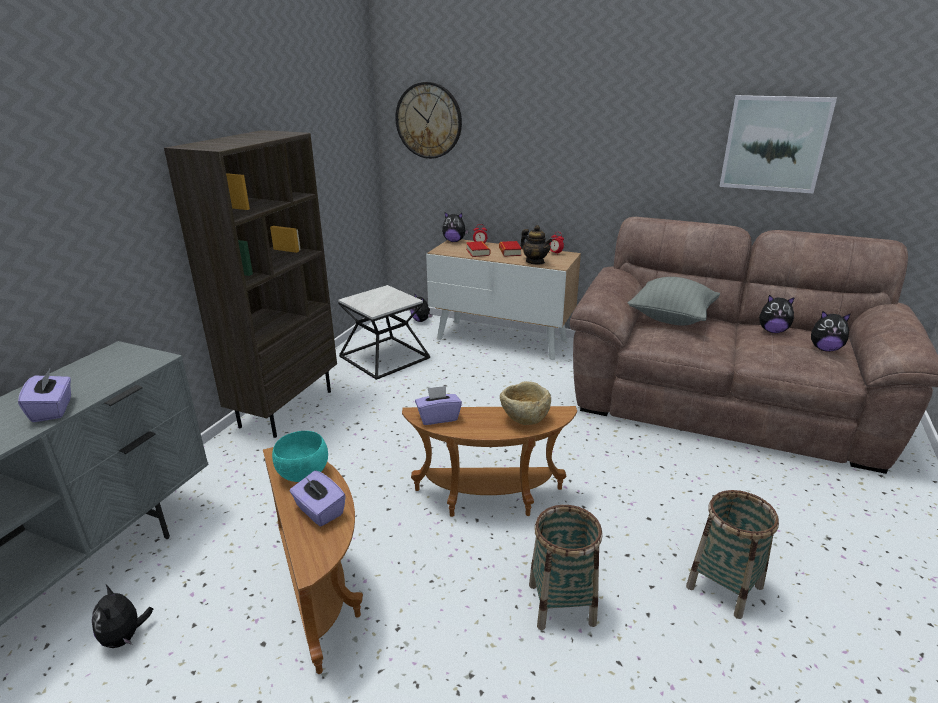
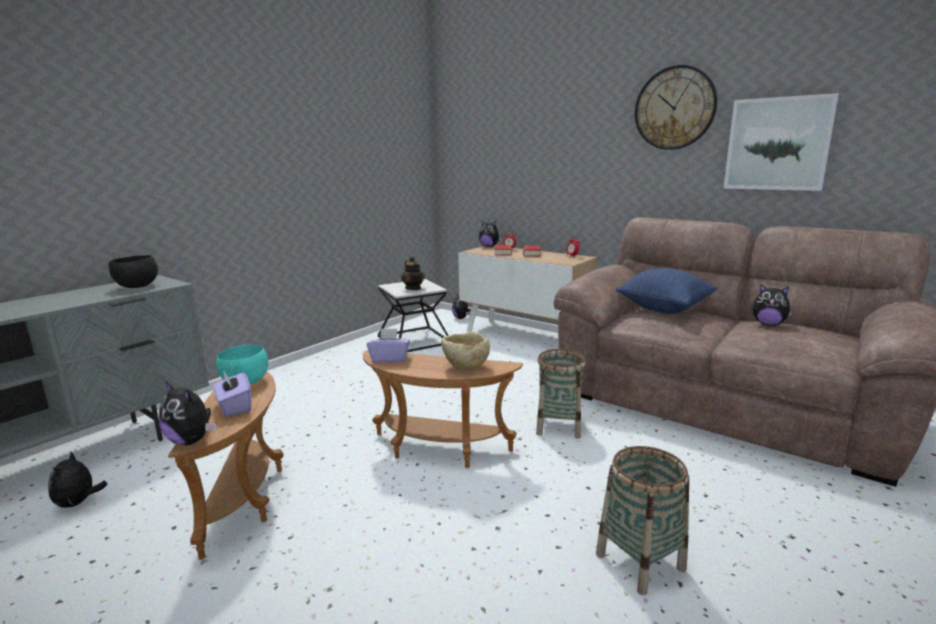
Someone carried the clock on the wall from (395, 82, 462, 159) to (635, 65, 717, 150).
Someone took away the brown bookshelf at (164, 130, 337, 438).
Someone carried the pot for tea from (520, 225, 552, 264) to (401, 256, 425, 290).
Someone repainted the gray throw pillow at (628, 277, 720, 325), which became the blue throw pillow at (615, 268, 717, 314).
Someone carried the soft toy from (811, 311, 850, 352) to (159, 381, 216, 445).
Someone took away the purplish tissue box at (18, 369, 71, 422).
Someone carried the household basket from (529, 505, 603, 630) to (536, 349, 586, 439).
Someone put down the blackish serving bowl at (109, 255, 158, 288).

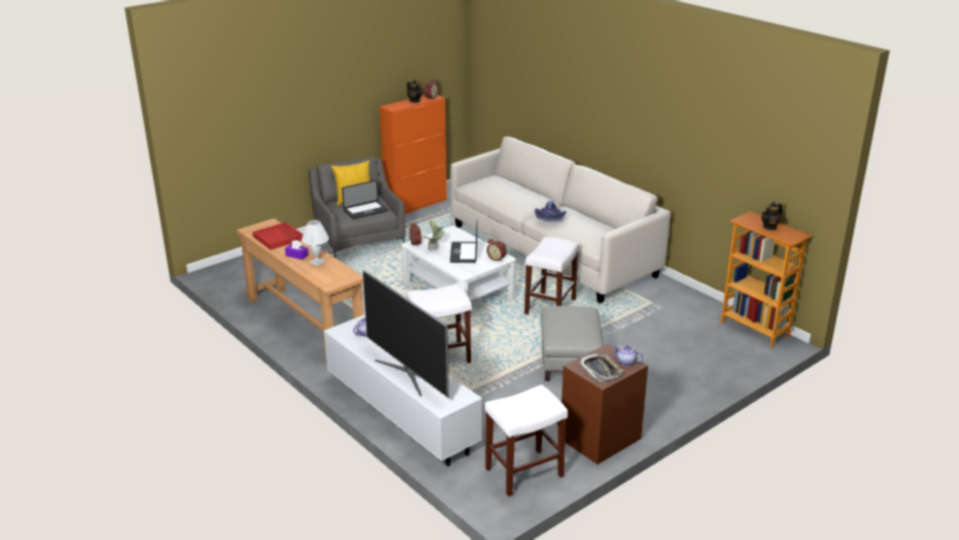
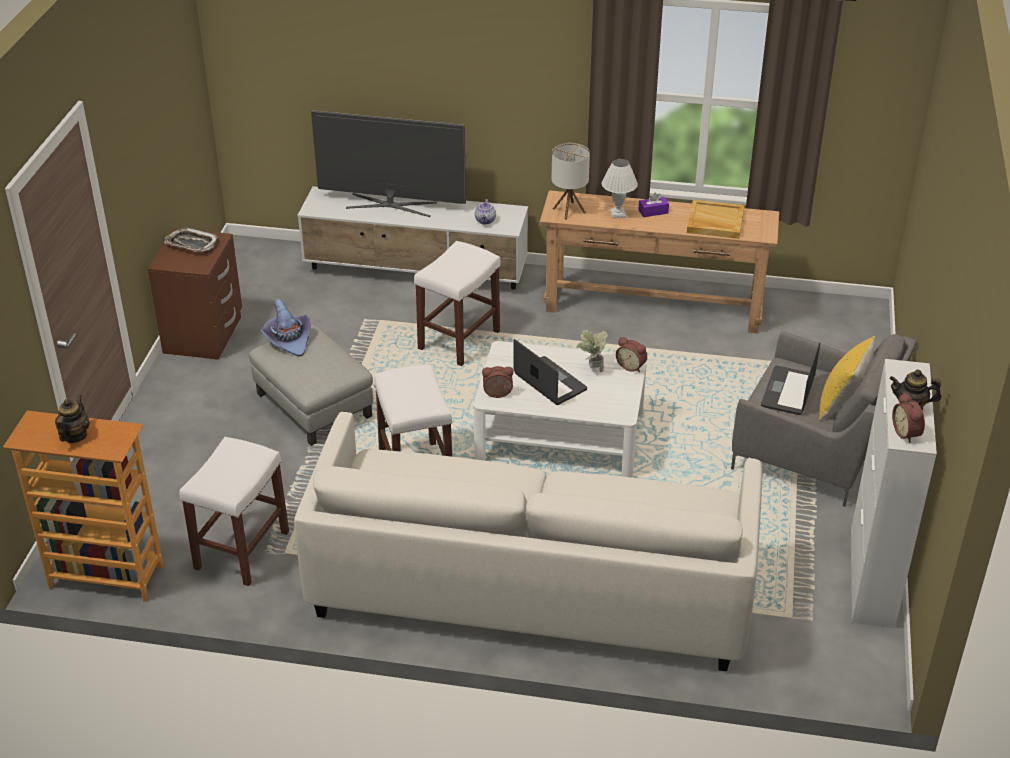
Someone repainted the orange-coloured storage cabinet at (379, 95, 447, 214), which became the whitish storage cabinet at (851, 359, 937, 628).
Someone carried the purplish wearable hat from (534, 200, 566, 221) to (260, 299, 311, 356).
Someone repainted the reddish serving tray at (253, 222, 303, 250), which became the beige-coloured serving tray at (687, 200, 745, 239).
Someone took away the pot for tea at (612, 345, 643, 366).
Someone carried the whitish stool seat from (485, 384, 568, 496) to (179, 437, 289, 586).
Someone put down the table lamp at (551, 143, 590, 220).

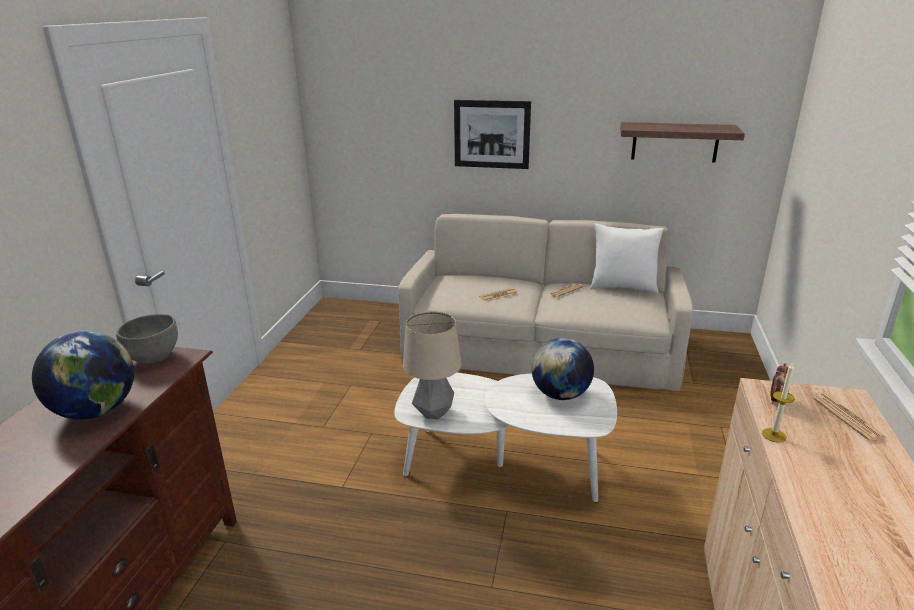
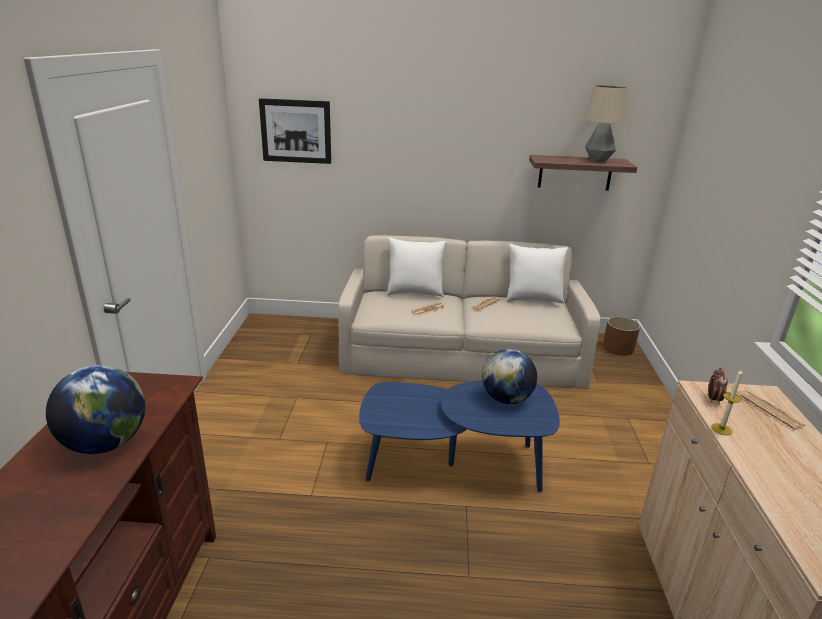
Someone carried the wall picture from (454, 100, 531, 169) to (259, 98, 331, 164).
Someone carried the table lamp from (403, 311, 461, 419) to (585, 85, 628, 162).
Someone took away the gray serving bowl at (116, 314, 178, 364).
Someone repainted the whitish coffee table at (394, 373, 617, 502), which became the blue coffee table at (359, 380, 560, 492).
Someone put down the whitish throw pillow at (386, 238, 447, 298).
Someone put down the brown plant pot at (603, 317, 640, 356).

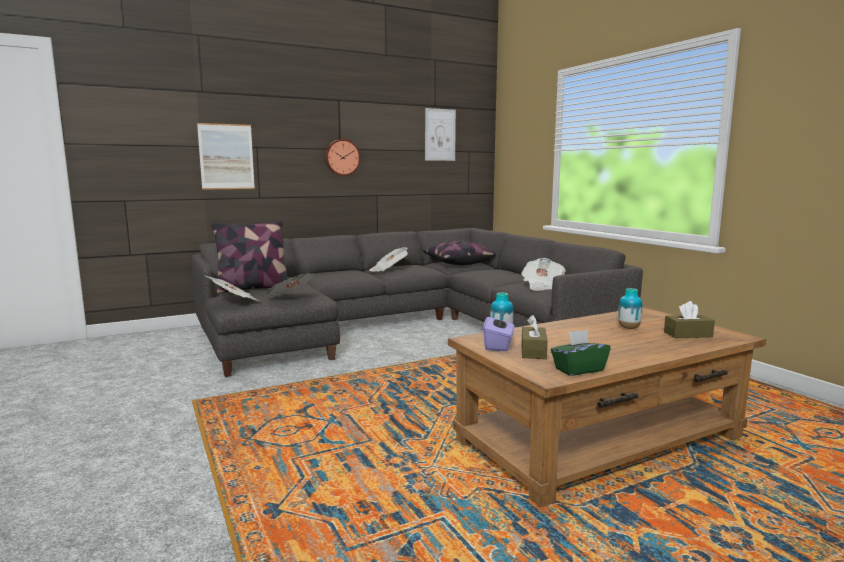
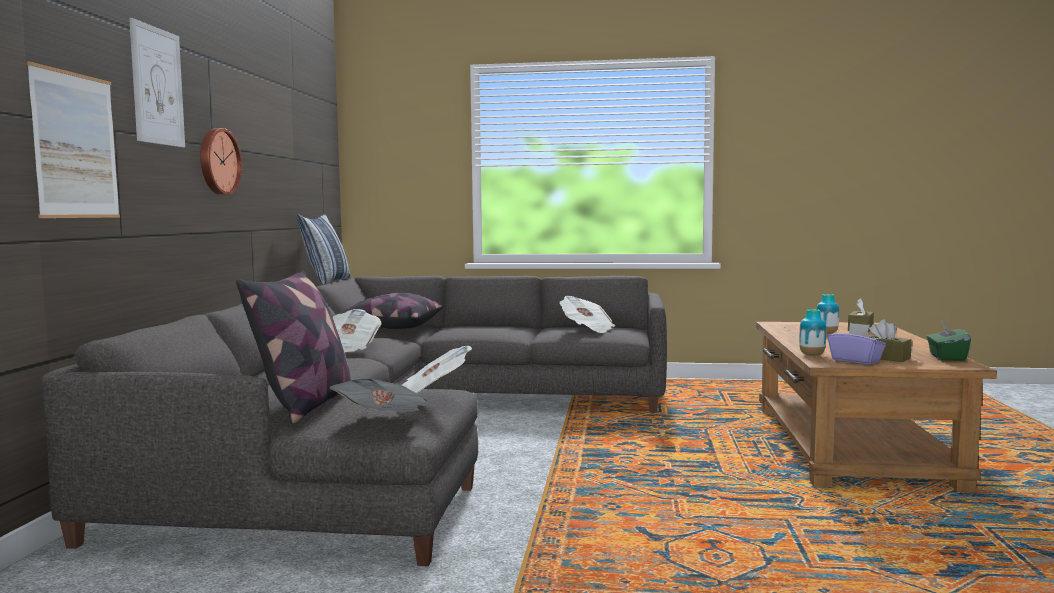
Someone carried the wall picture from (425, 108, 456, 161) to (129, 18, 185, 147).
Someone put down the throw pillow at (296, 214, 350, 285).

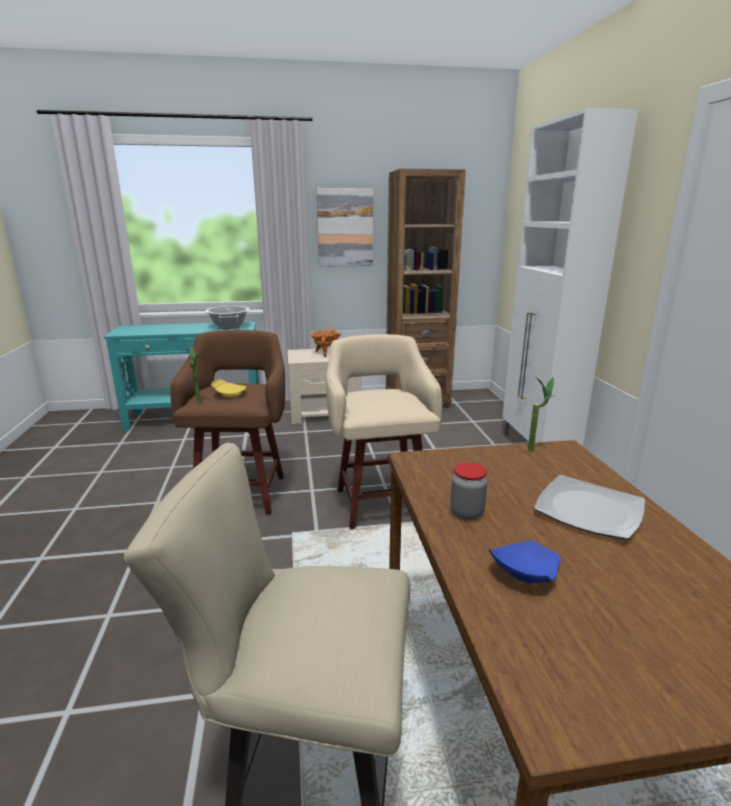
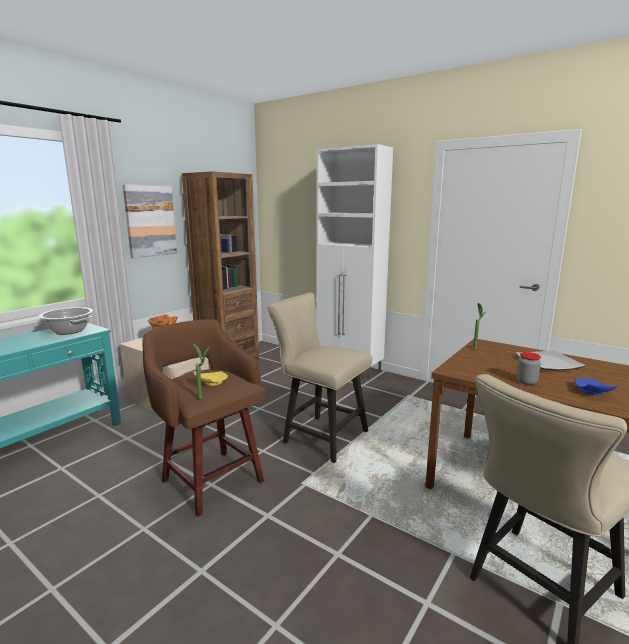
Someone swapped the beige-coloured stool seat at (326, 334, 442, 529) for the beige-coloured plain chair at (267, 292, 372, 463).

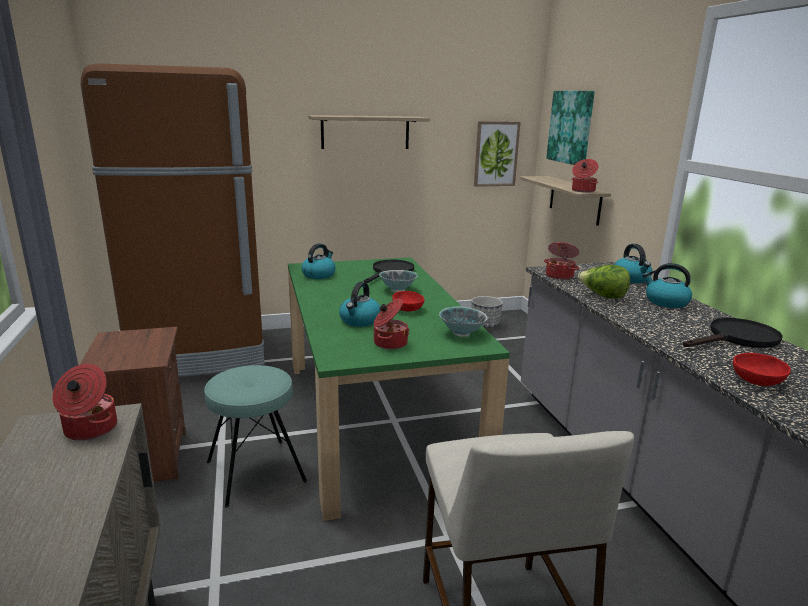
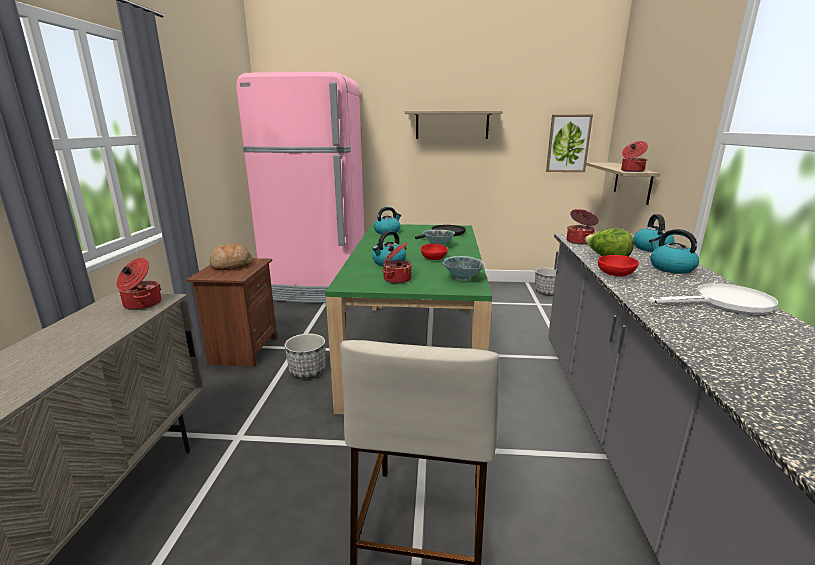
Someone repainted the brown fridge at (81, 64, 265, 377), which became the pink-coloured fridge at (236, 72, 364, 303).
Someone took away the wall picture at (546, 91, 595, 165).
Someone repainted the blackish pan at (683, 318, 783, 348), which became the whitish pan at (649, 283, 778, 314).
Someone carried the reddish serving bowl from (733, 353, 791, 386) to (598, 255, 639, 277).
Someone swapped the turquoise-coloured stool seat at (204, 365, 307, 508) for the plant pot at (284, 334, 325, 378).
Someone put down the bakery bread at (209, 244, 252, 270).

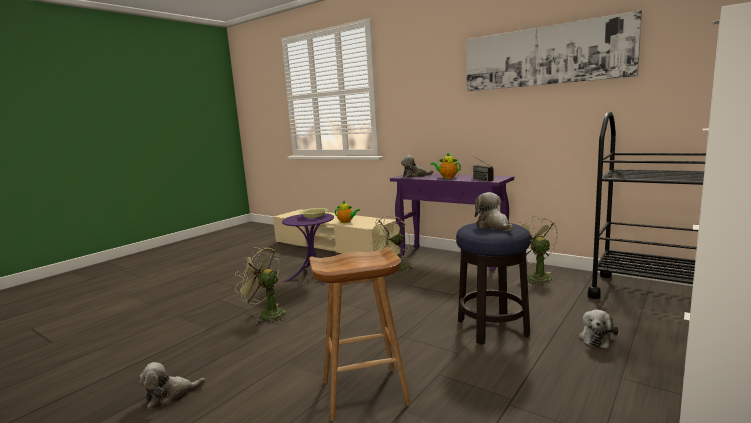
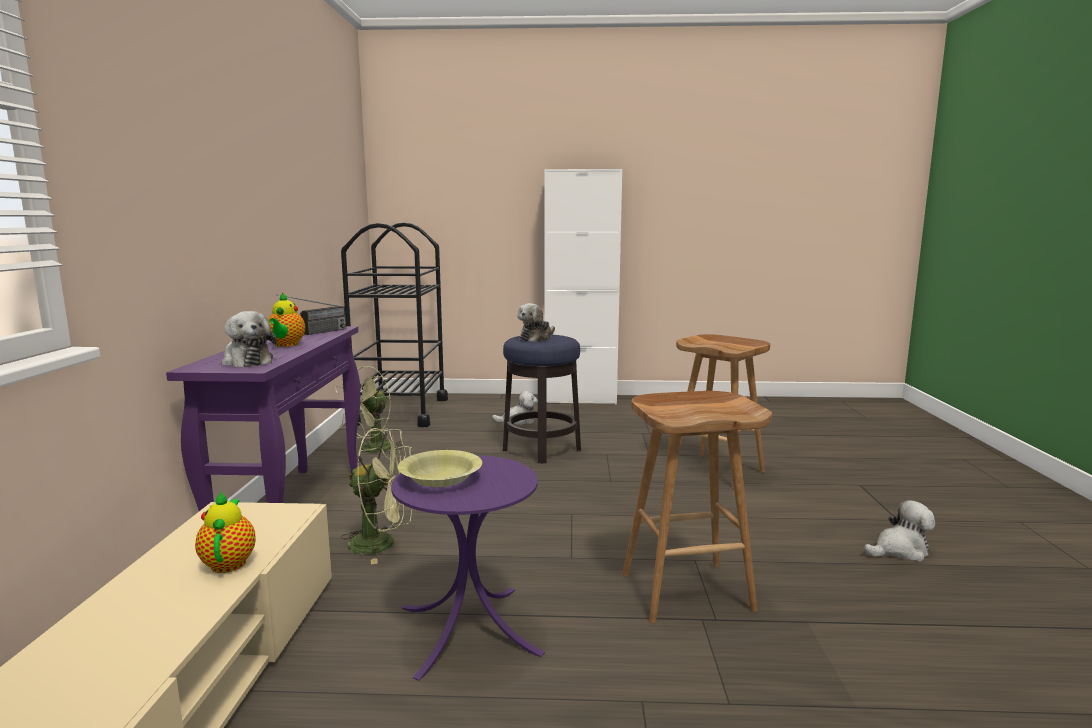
Someone took away the wall picture at (466, 10, 642, 91).
Someone swapped the green fan at (235, 247, 286, 324) for the brown stool seat at (622, 391, 772, 623).
Someone rotated the soft toy at (138, 362, 206, 409) by 45 degrees counterclockwise.

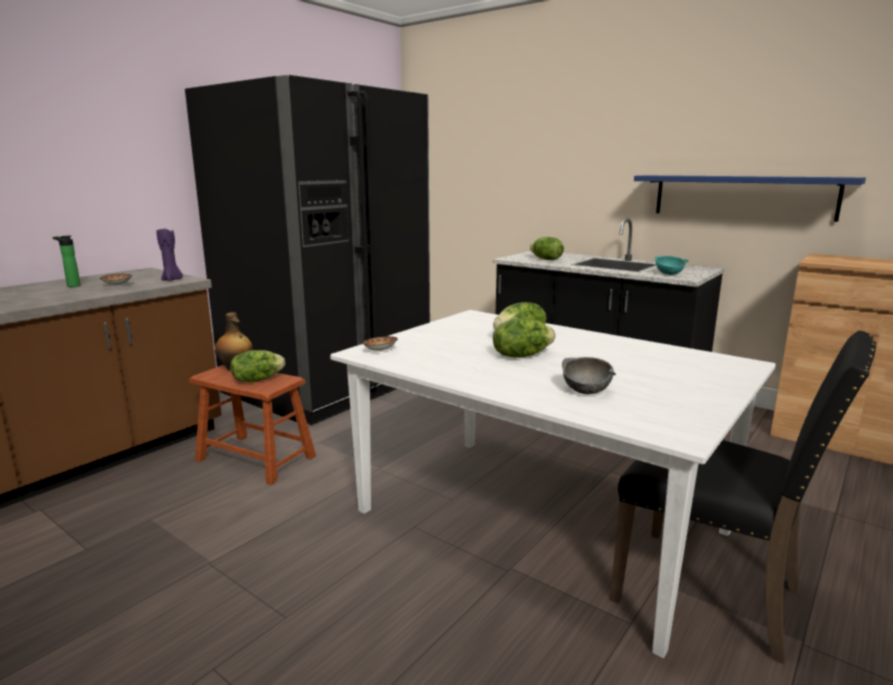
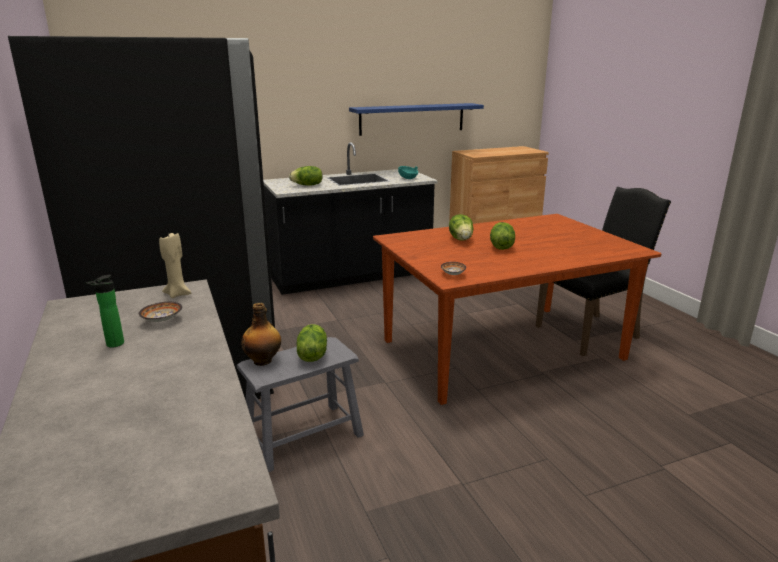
Someone repainted the purplish candle at (156, 226, 183, 281), which became the beige-coloured candle at (159, 233, 191, 298).
Someone repainted the whitish dining table at (330, 310, 776, 658), which became the brown dining table at (373, 214, 661, 405).
Someone took away the gray serving bowl at (562, 357, 616, 394).
Someone repainted the brown stool seat at (189, 365, 316, 485), which became the gray stool seat at (237, 337, 364, 472).

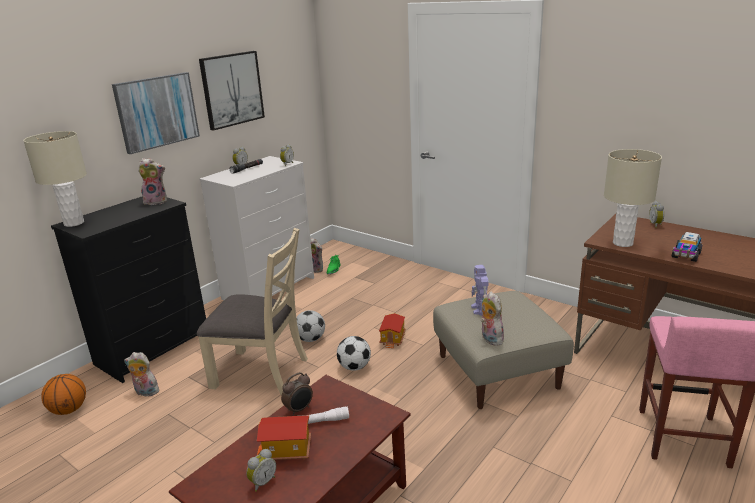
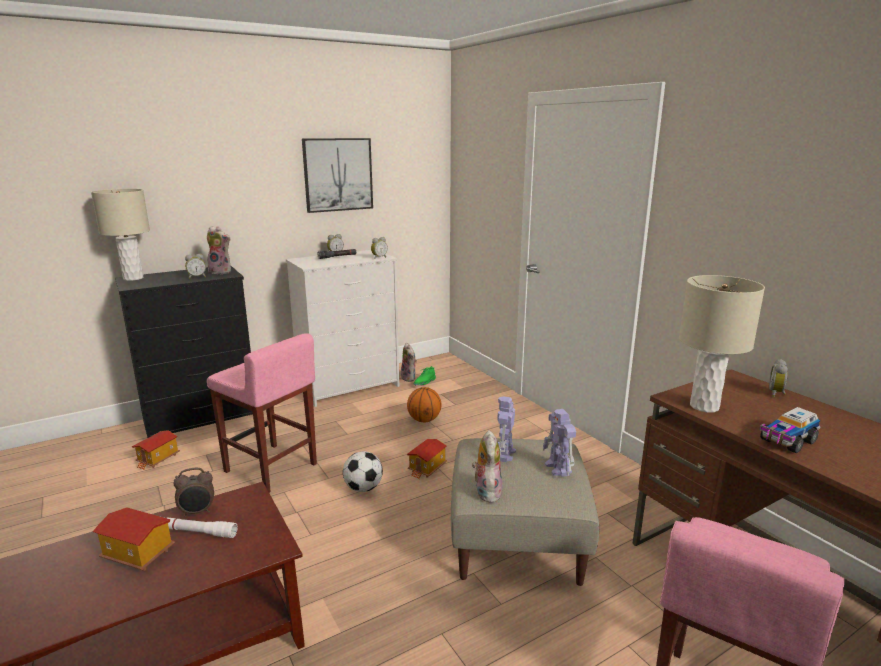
Someone took away the wall picture at (112, 72, 200, 154).
Someone swapped the beige-coloured plain chair at (197, 228, 308, 395) for the pink-coloured stool seat at (207, 333, 317, 493).
Someone took away the football at (296, 310, 325, 342).
Someone swapped the soft toy at (124, 352, 159, 396) for the toy house at (132, 430, 180, 470).
Someone carried the ball for basketball from (41, 374, 86, 415) to (407, 387, 442, 423).
Someone carried the table clock from (246, 449, 276, 492) to (185, 254, 206, 279).
Someone put down the toy robot at (543, 409, 576, 477).

